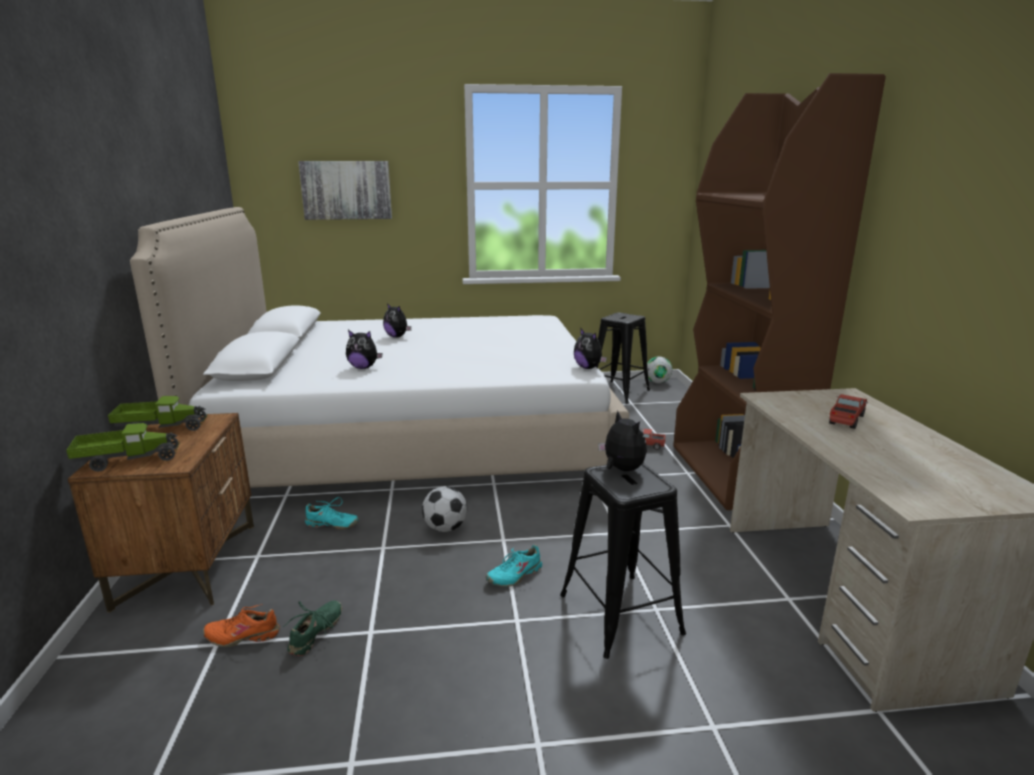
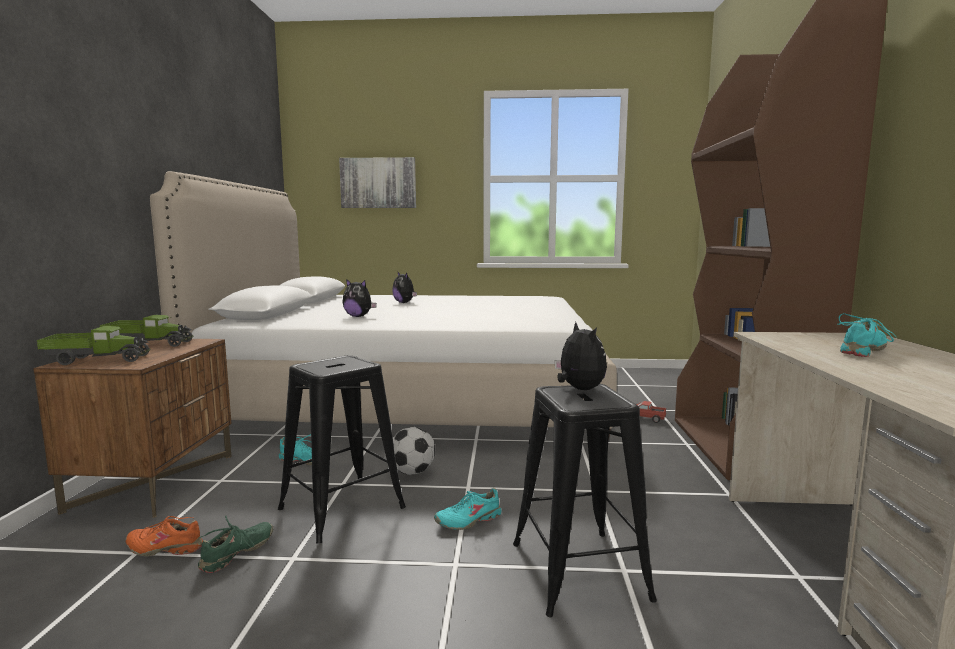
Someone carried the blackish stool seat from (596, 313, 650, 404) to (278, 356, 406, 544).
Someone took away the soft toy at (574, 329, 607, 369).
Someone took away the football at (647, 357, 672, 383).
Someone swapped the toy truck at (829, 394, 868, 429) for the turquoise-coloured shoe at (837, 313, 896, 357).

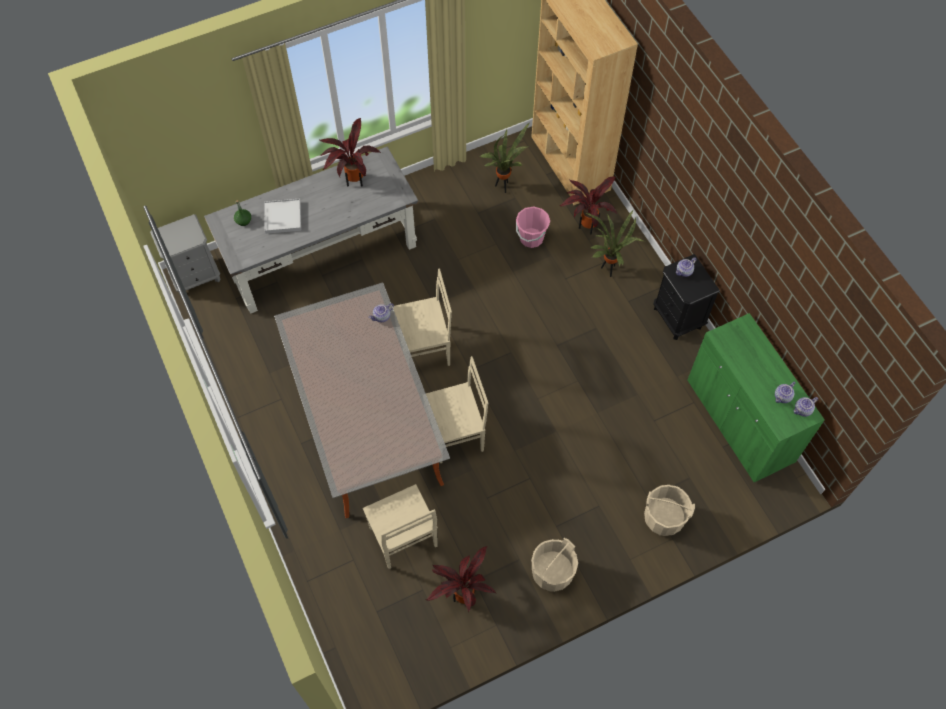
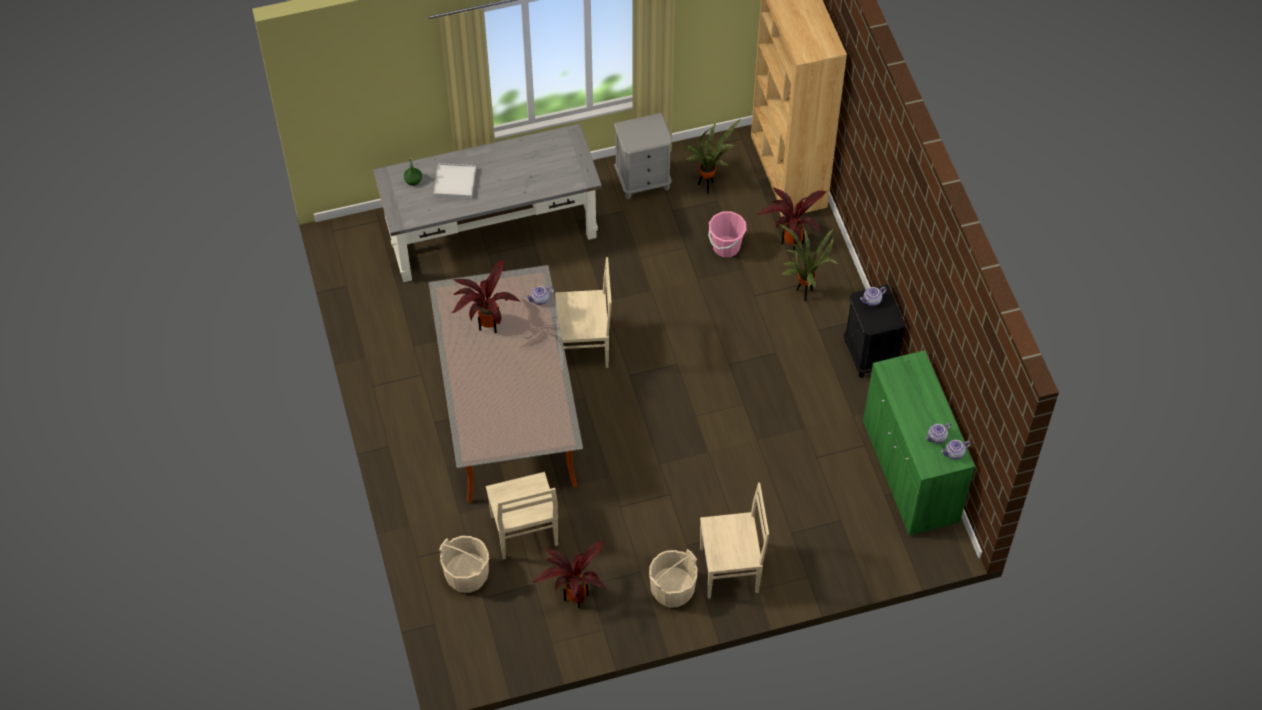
Someone carried the houseplant from (320, 118, 381, 186) to (452, 260, 520, 333).
Someone carried the gray bedside table from (150, 214, 220, 294) to (614, 113, 673, 199).
Someone carried the beige-coloured plain chair from (426, 356, 488, 463) to (700, 483, 769, 599).
Someone carried the beige-coloured water bucket from (644, 485, 695, 536) to (439, 536, 489, 593).

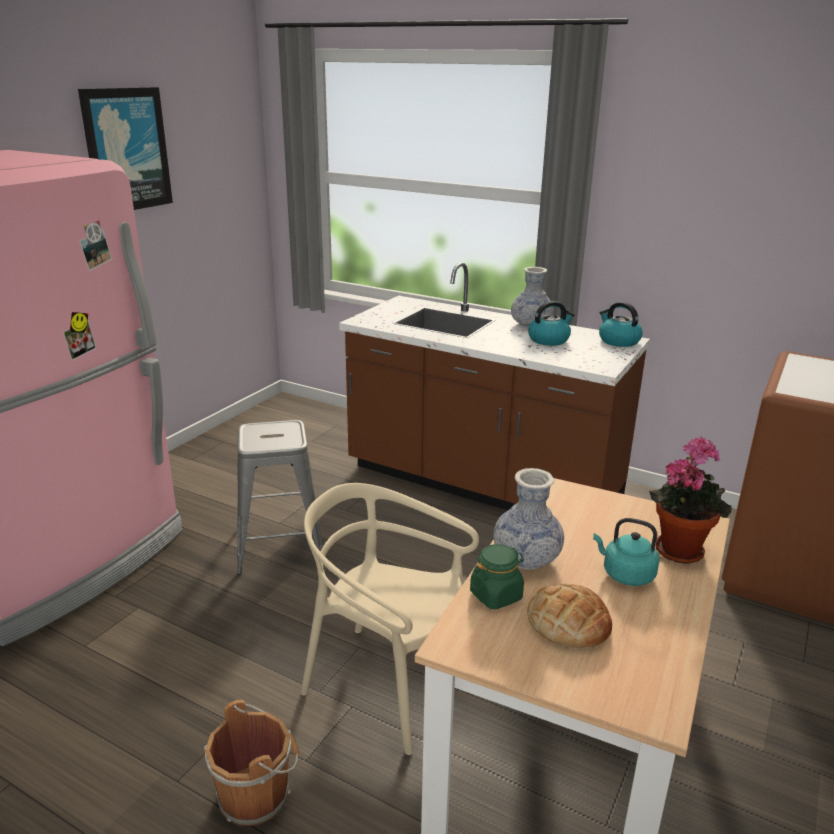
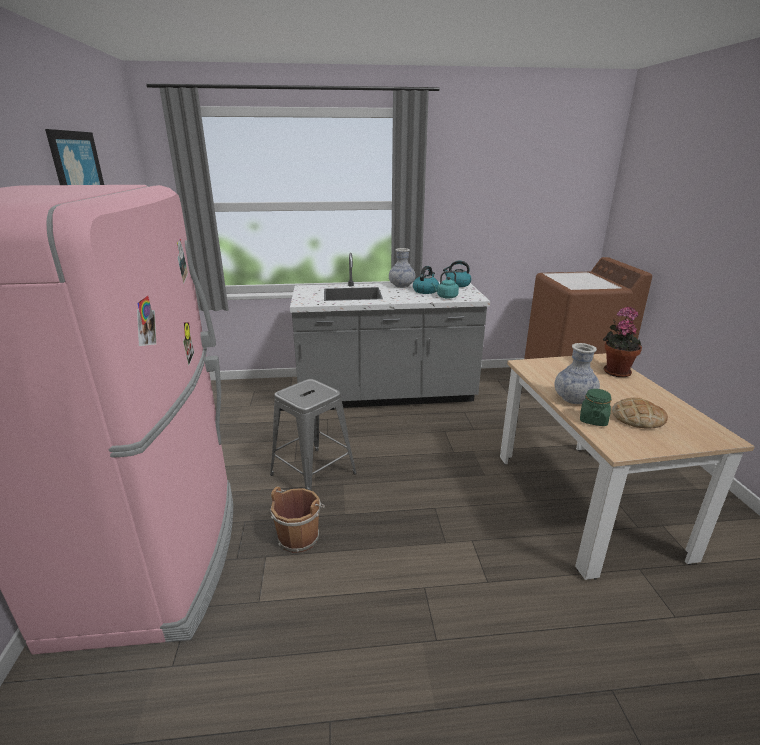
Someone repainted the brown kitchen counter at (339, 262, 650, 510), which became the gray kitchen counter at (290, 253, 490, 408).
Someone took away the beige-coloured plain chair at (301, 483, 479, 755).
Someone carried the turquoise-coloured water kettle from (593, 518, 659, 586) to (431, 271, 459, 299).
Someone carried the brown water bucket from (204, 700, 300, 826) to (271, 487, 325, 553).

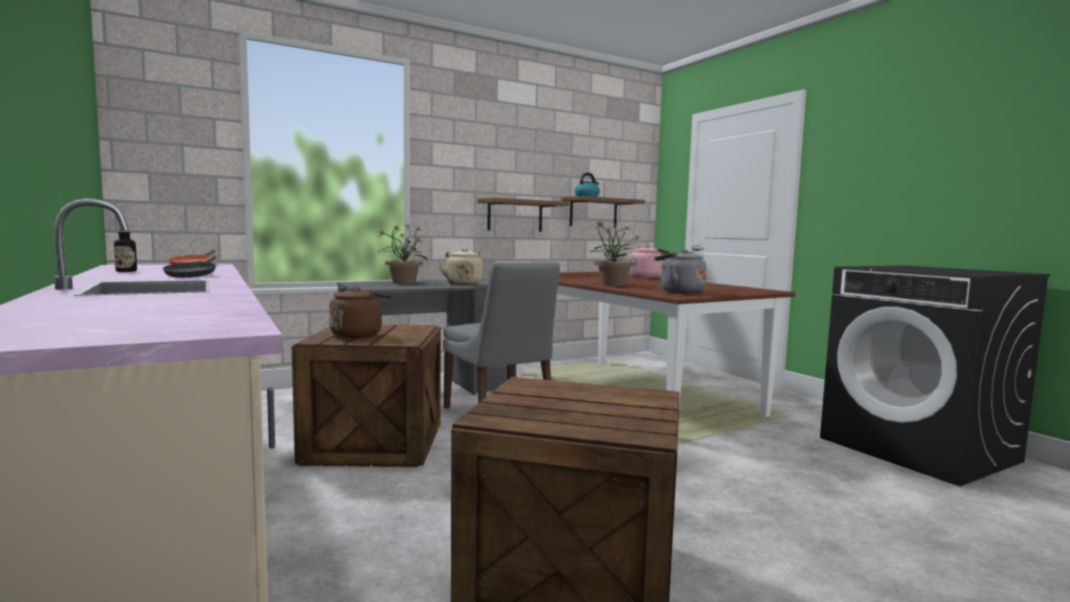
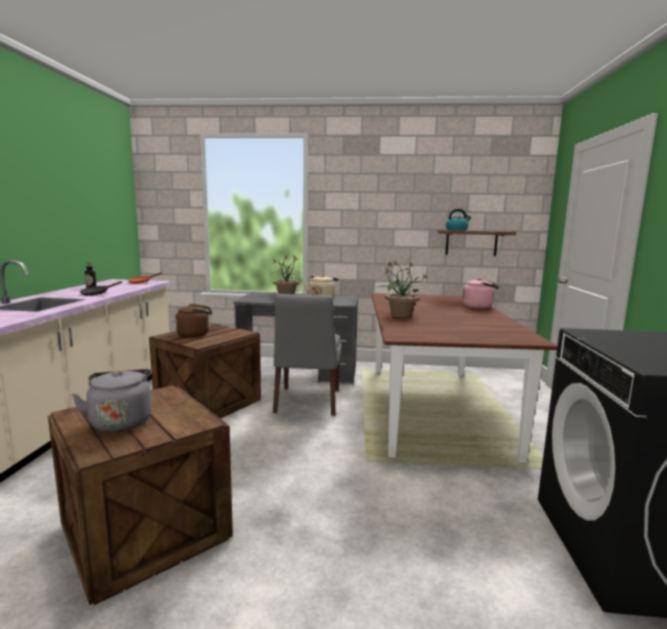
Someone took away the brown bracket shelf at (477, 198, 569, 232).
Someone carried the gray water kettle from (654, 250, 707, 293) to (71, 369, 152, 432).

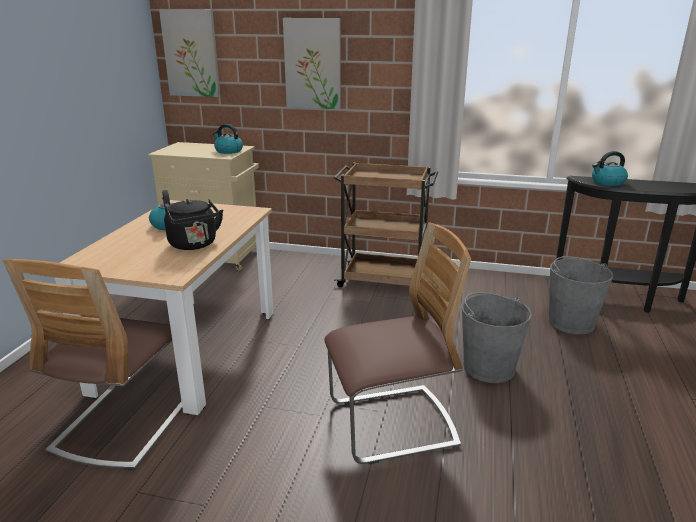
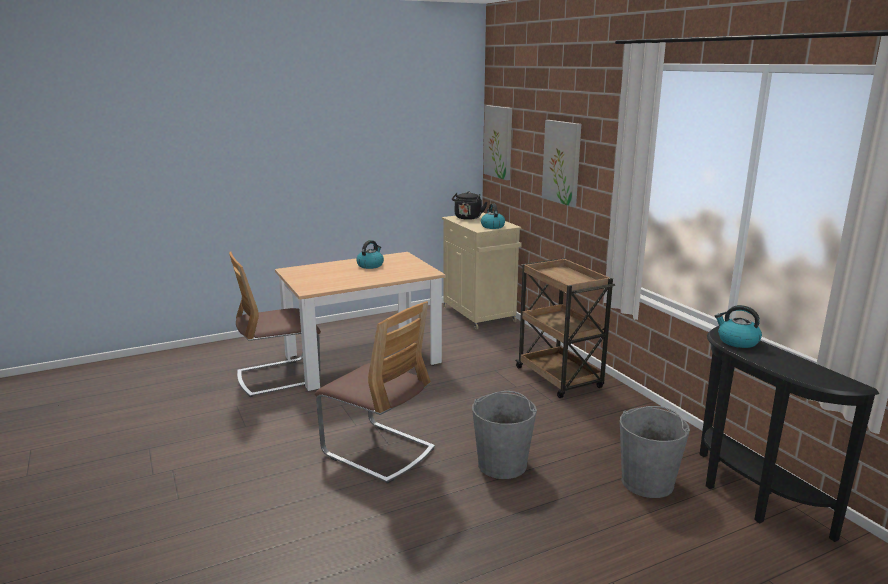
Someone carried the blackish water kettle from (164, 199, 223, 250) to (452, 191, 487, 220).

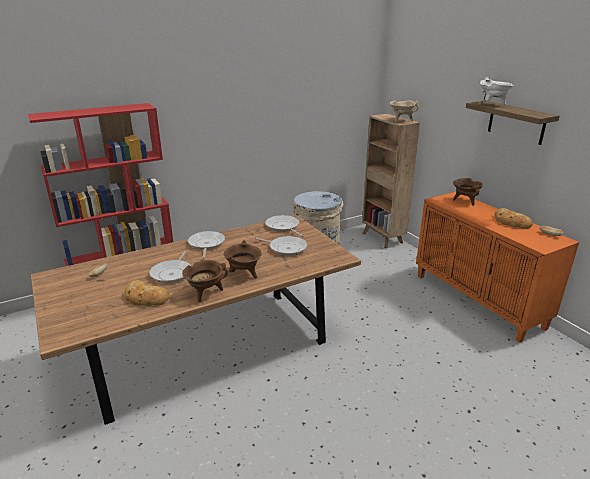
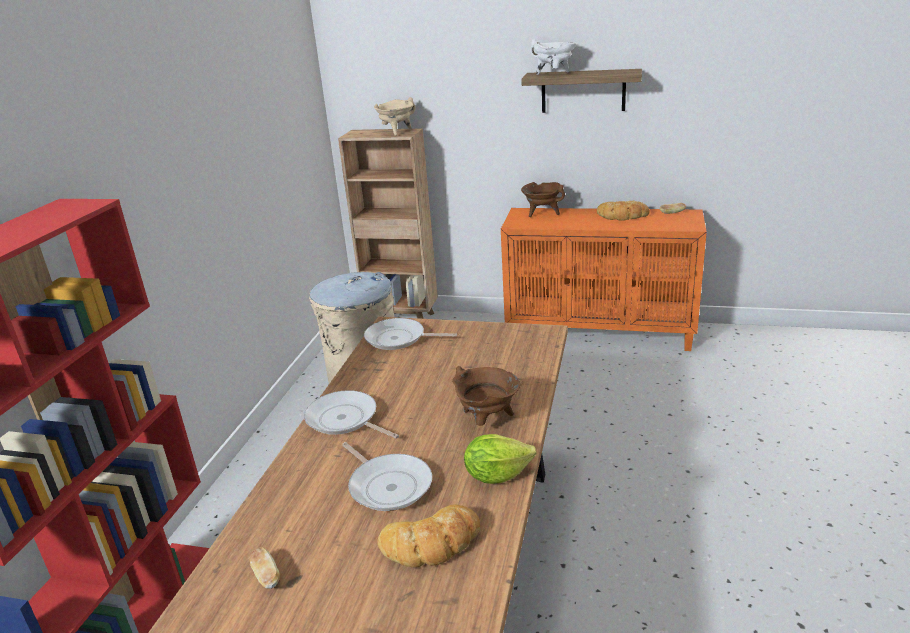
Someone took away the pan at (253, 236, 307, 256).
Someone swapped the brown stockpot at (182, 260, 228, 302) for the lettuce at (464, 434, 536, 484).

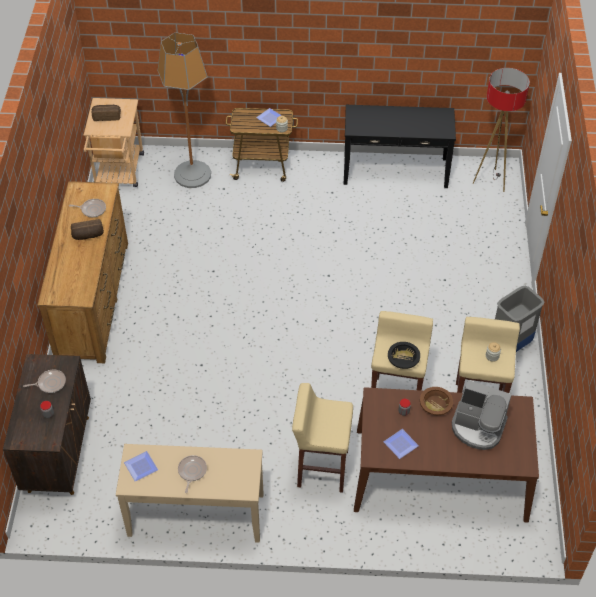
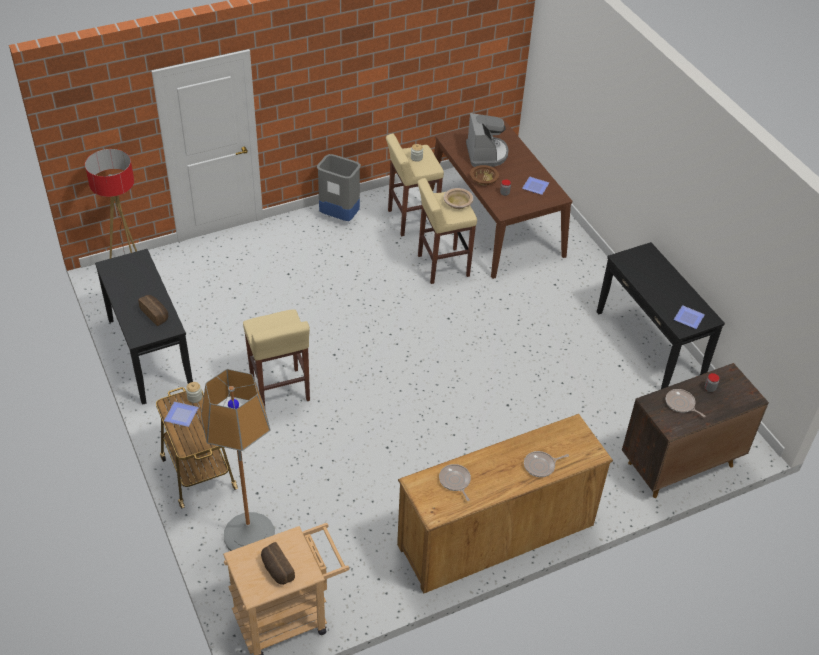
Someone carried the bakery bread from (71, 219, 104, 240) to (138, 295, 168, 326).
Someone repainted the blackish serving bowl at (388, 342, 420, 369), which became the beige-coloured serving bowl at (444, 188, 473, 209).
Someone carried the beige-coloured stool seat from (292, 383, 353, 493) to (243, 309, 310, 406).
Someone repainted the beige-coloured hall table at (116, 444, 264, 543), which became the blackish hall table at (597, 242, 725, 389).
Someone carried the pan from (178, 455, 207, 493) to (524, 451, 569, 477).

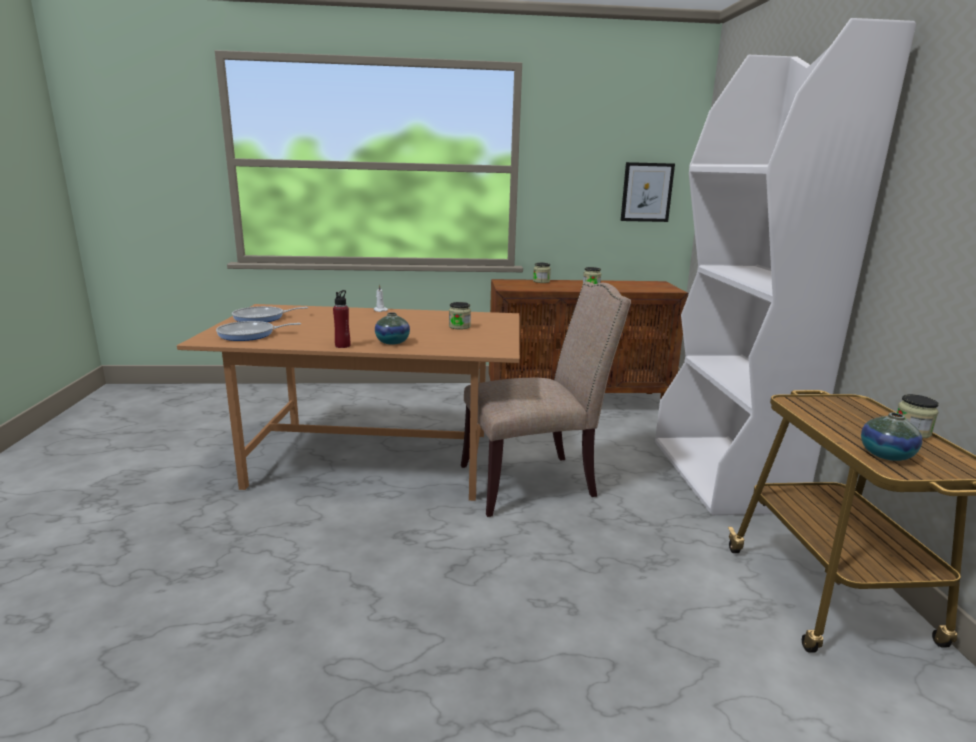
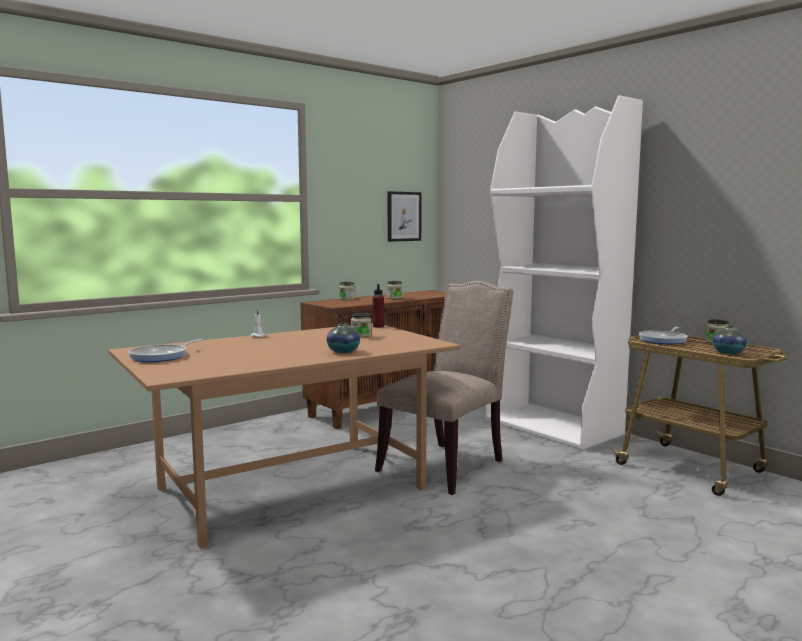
Someone carried the reddish drink bottle from (333, 290, 350, 348) to (373, 284, 384, 328).
Someone carried the pan from (216, 321, 301, 341) to (639, 327, 688, 344).

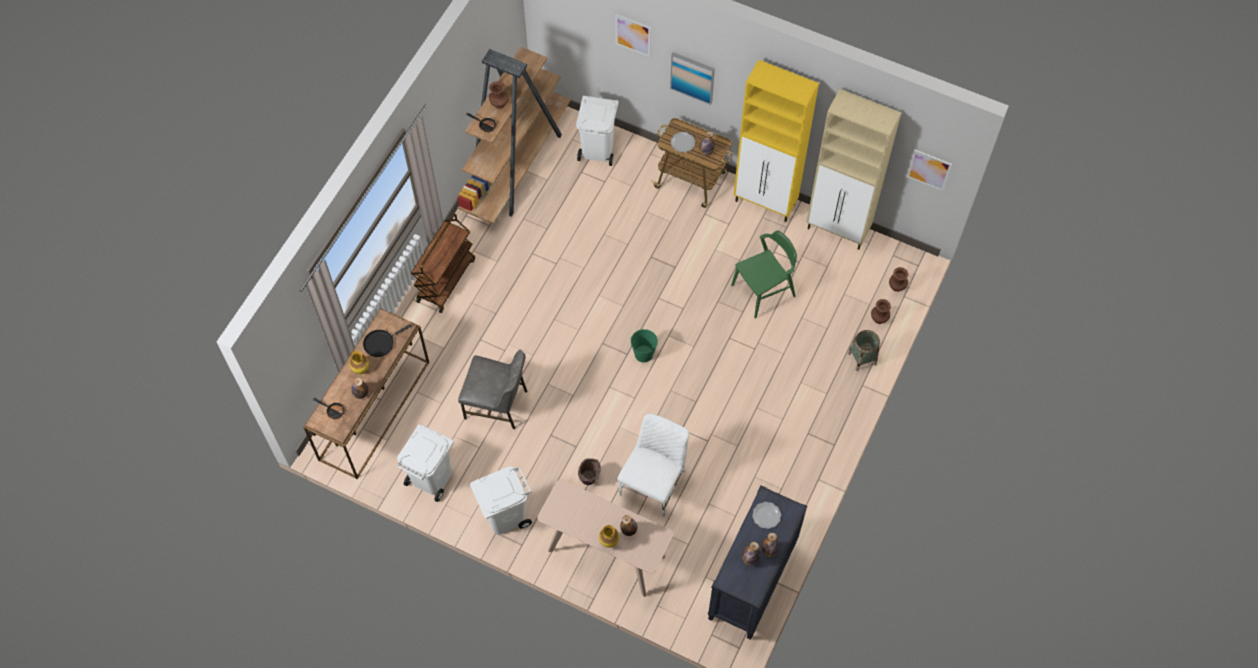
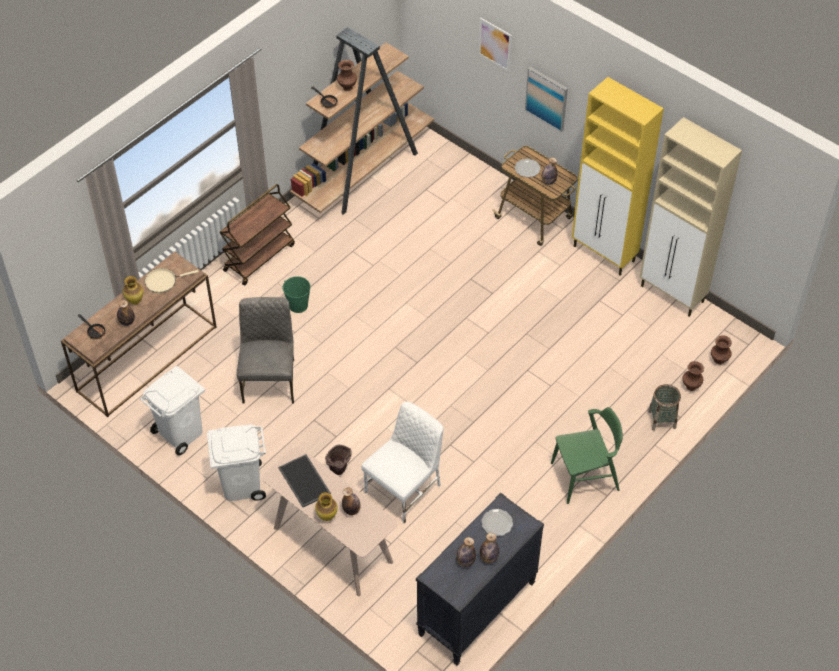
Someone took away the whitish trash can at (576, 96, 619, 166).
Someone took away the wall picture at (907, 149, 952, 191).
Someone carried the green plain chair from (731, 230, 797, 319) to (551, 407, 623, 504).
Someone repainted the blackish pan at (363, 324, 412, 357), which became the beige-coloured pan at (145, 268, 199, 293).
Someone carried the green water bucket from (630, 329, 658, 363) to (283, 276, 311, 313).
Someone rotated the gray plain chair at (458, 350, 527, 429) by 120 degrees counterclockwise.
Someone put down the serving tray at (278, 454, 331, 507).

